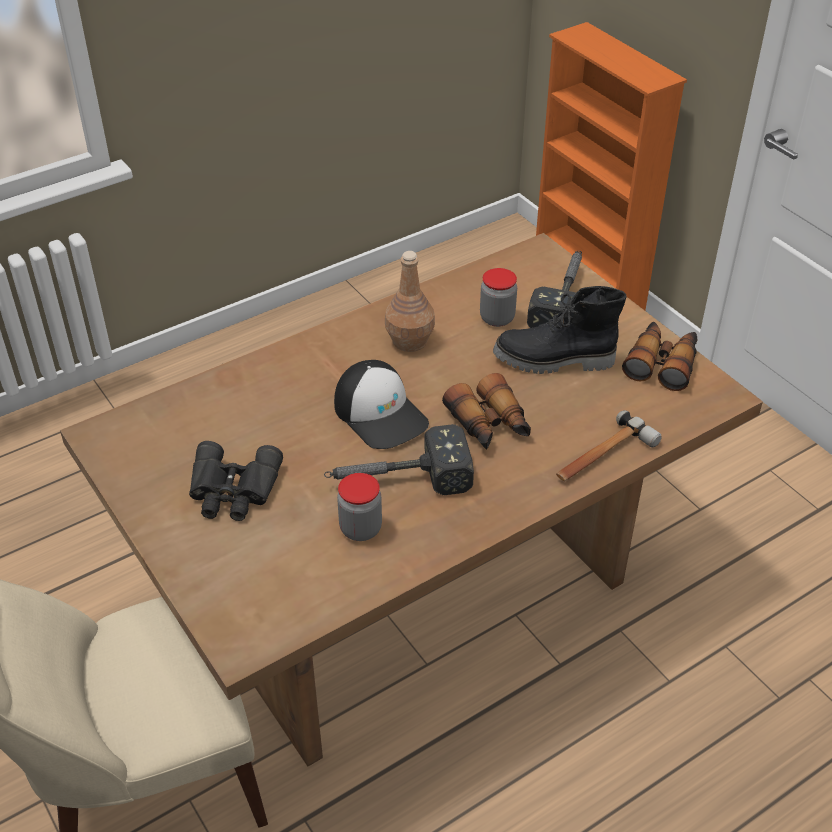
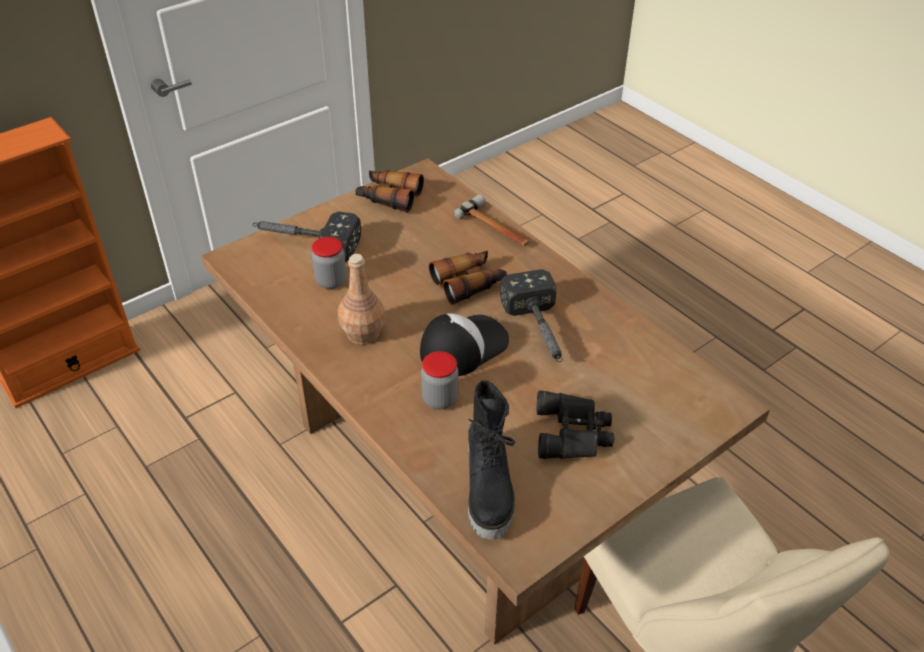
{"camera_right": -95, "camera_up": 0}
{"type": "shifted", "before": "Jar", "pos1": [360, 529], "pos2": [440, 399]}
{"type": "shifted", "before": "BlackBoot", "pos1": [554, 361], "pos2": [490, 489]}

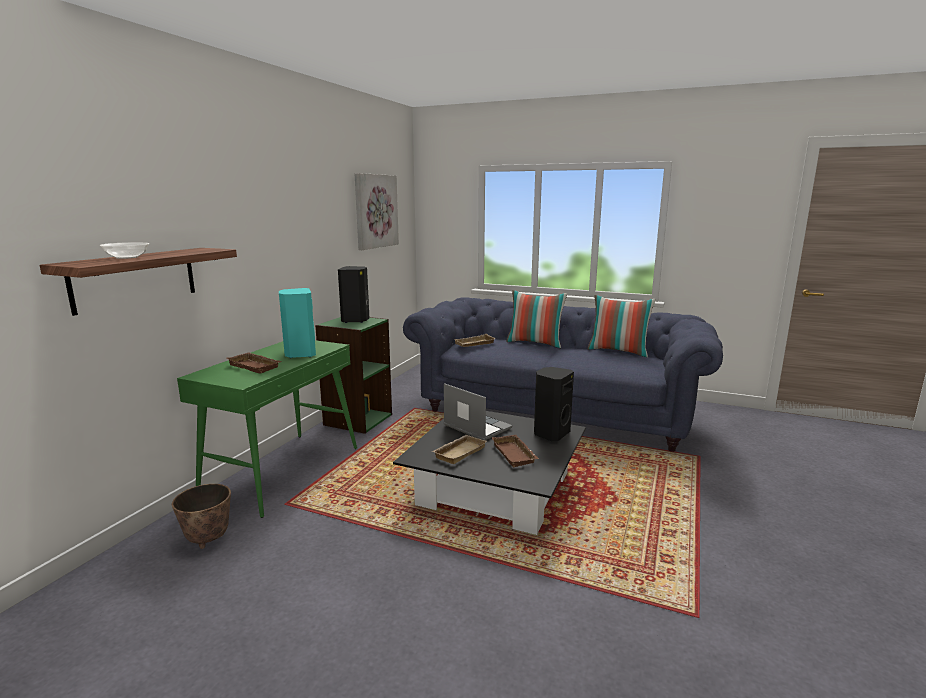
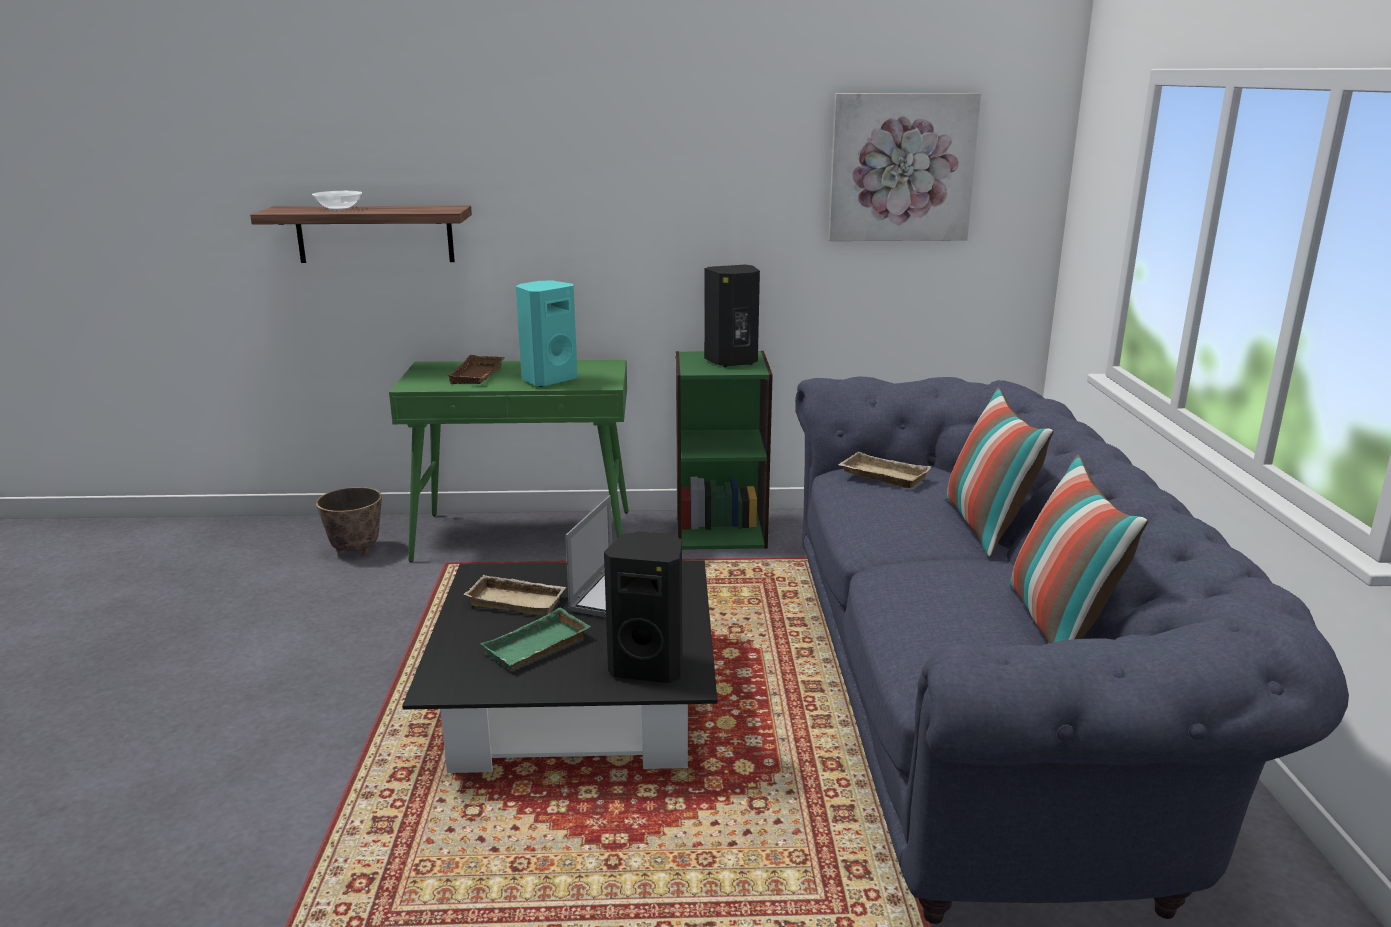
{"camera_right": 65, "camera_up": 5}
{"type": "repainted", "before": "BrownTray", "after": "GreenTray", "pos1": [515, 454], "pos2": [537, 648]}

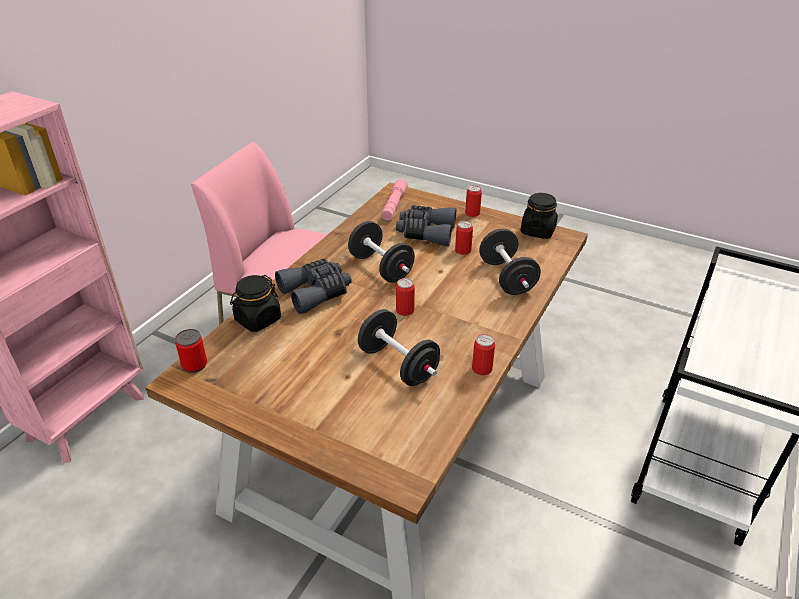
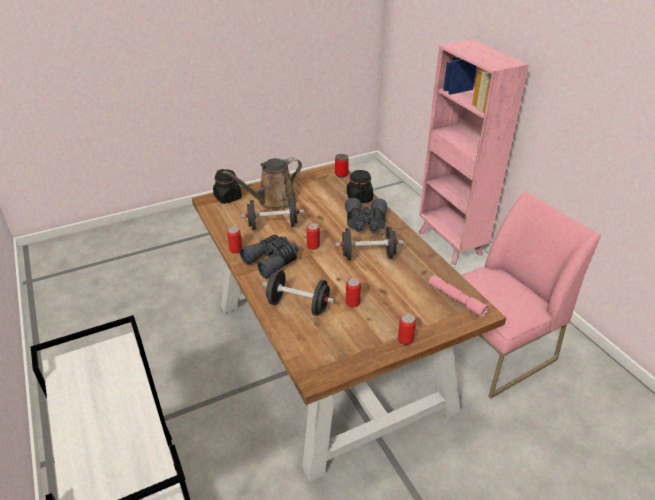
{"camera_right": 125, "camera_up": 0}
{"type": "shifted", "before": "GreyBinoculars", "pos1": [426, 233], "pos2": [272, 260]}
{"type": "shifted", "before": "BlackJar", "pos1": [537, 231], "pos2": [228, 197]}
{"type": "new", "after": "BrownWateringCan", "pos2": [273, 201]}

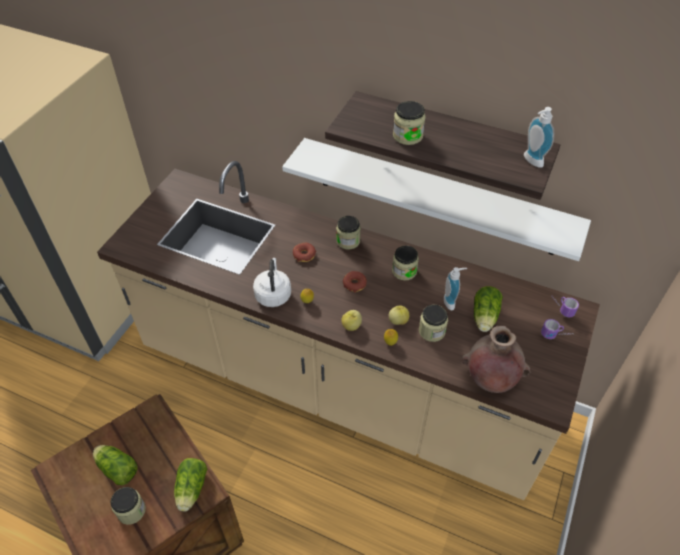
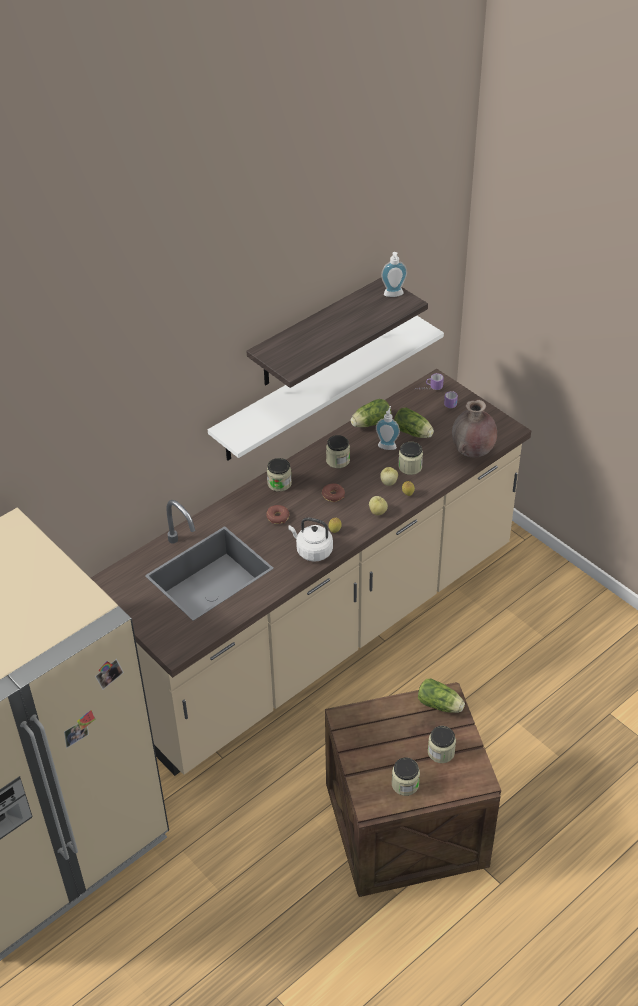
{"camera_right": -65, "camera_up": -5}
{"type": "shifted", "before": "Lettuce", "pos1": [116, 468], "pos2": [369, 423]}
{"type": "shifted", "before": "Jar", "pos1": [407, 136], "pos2": [405, 784]}

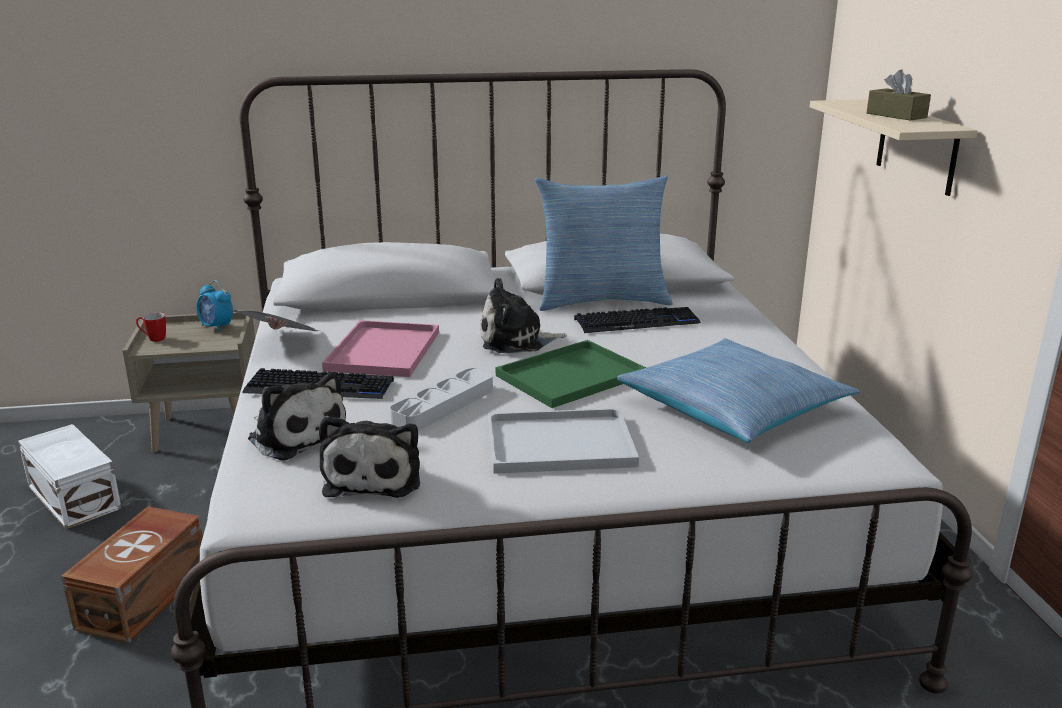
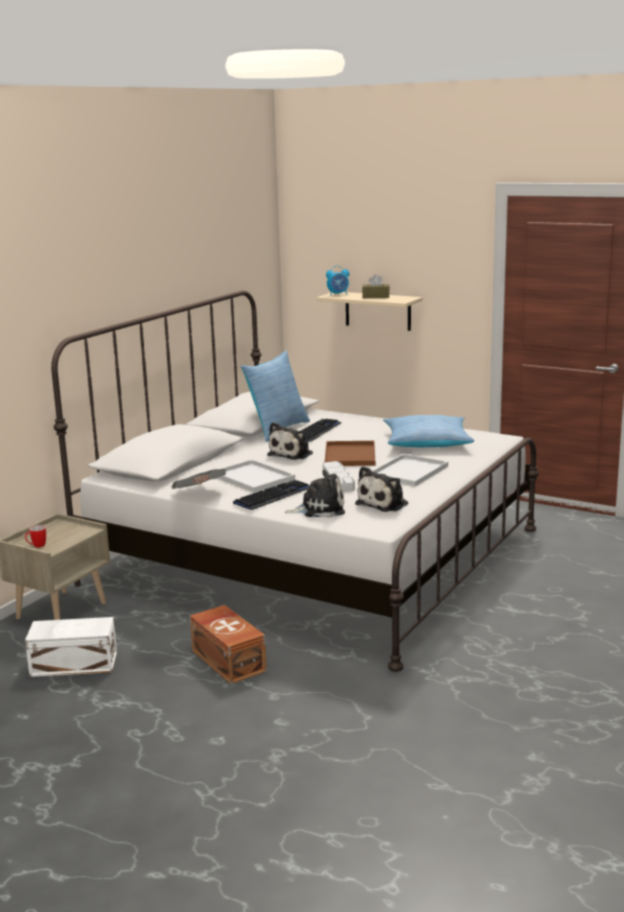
{"camera_right": -50, "camera_up": -5}
{"type": "shifted", "before": "AlarmClock", "pos1": [216, 327], "pos2": [338, 294]}
{"type": "rotated", "before": "PlushToy", "pos1": [374, 477], "pos2": [384, 503], "turn": 90}
{"type": "repainted", "before": "PinkTray", "after": "WhiteTray", "pos1": [384, 352], "pos2": [254, 478]}
{"type": "repainted", "before": "GreenTray", "after": "BrownTray", "pos1": [571, 374], "pos2": [349, 455]}

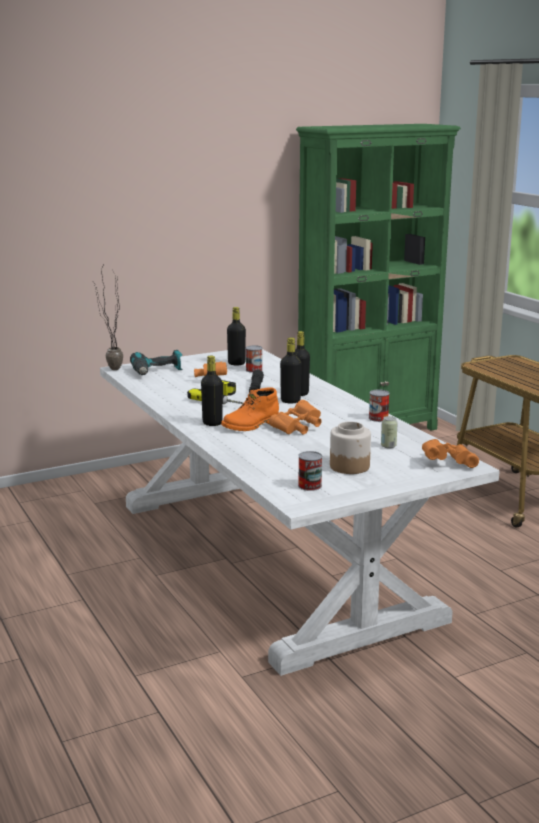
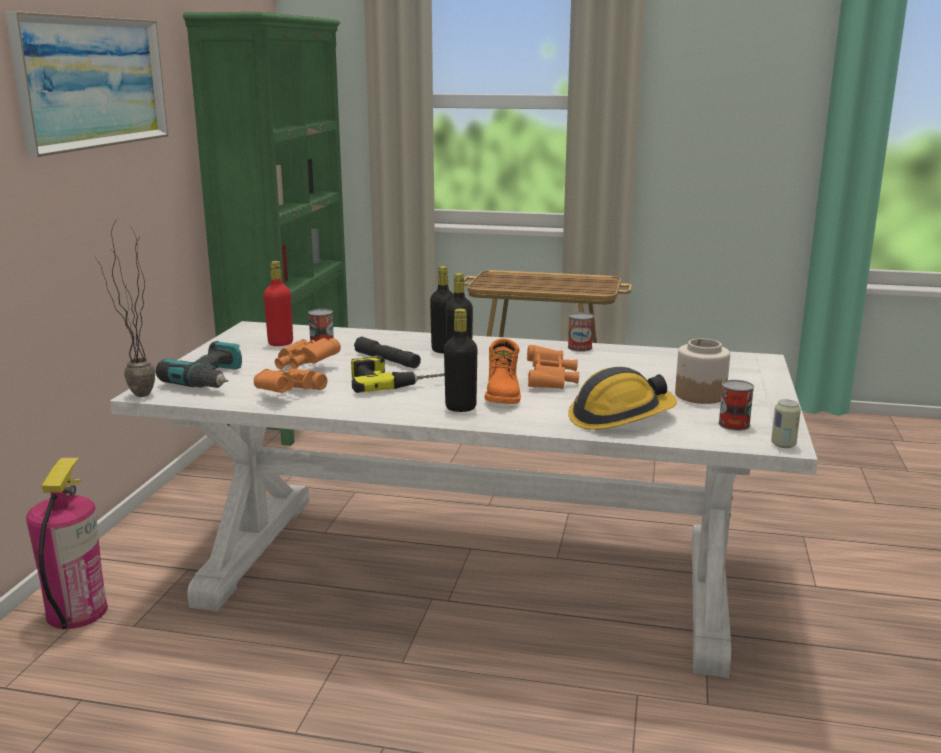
{"camera_right": -50, "camera_up": 0}
{"type": "repainted", "before": "BlackBottle", "after": "RedBottle", "pos1": [236, 363], "pos2": [280, 343]}
{"type": "shifted", "before": "Can", "pos1": [388, 446], "pos2": [783, 444]}
{"type": "shifted", "before": "OrangeBinoculars", "pos1": [447, 463], "pos2": [287, 394]}
{"type": "new", "after": "Picture", "pos2": [92, 82]}
{"type": "new", "after": "FireExtinguisher", "pos2": [76, 612]}
{"type": "new", "after": "HardHat", "pos2": [619, 417]}

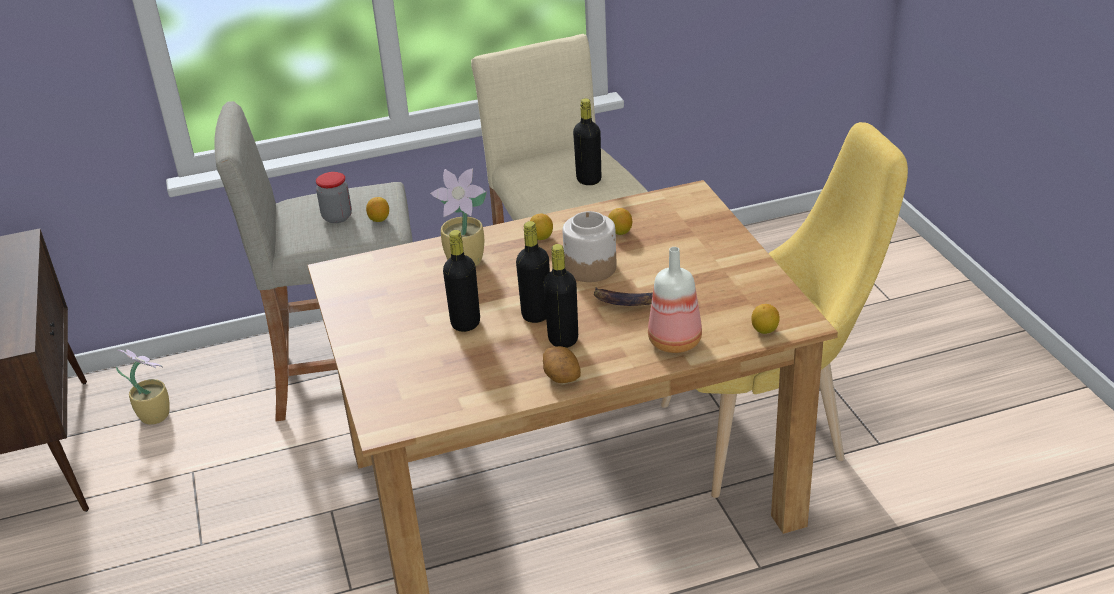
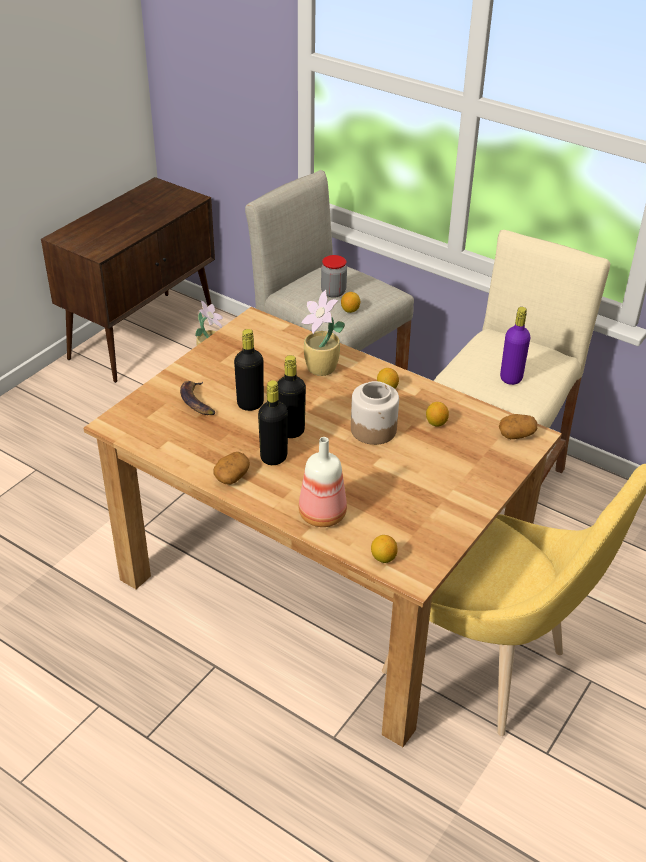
{"camera_right": 50, "camera_up": 5}
{"type": "repainted", "before": "BlackBottle", "after": "PurpleBottle", "pos1": [589, 180], "pos2": [511, 378]}
{"type": "shifted", "before": "Banana", "pos1": [624, 302], "pos2": [196, 401]}
{"type": "new", "after": "Potato", "pos2": [516, 434]}

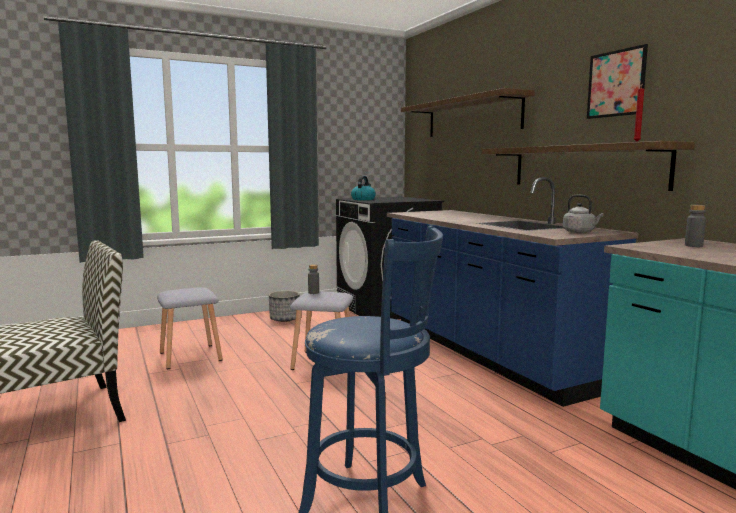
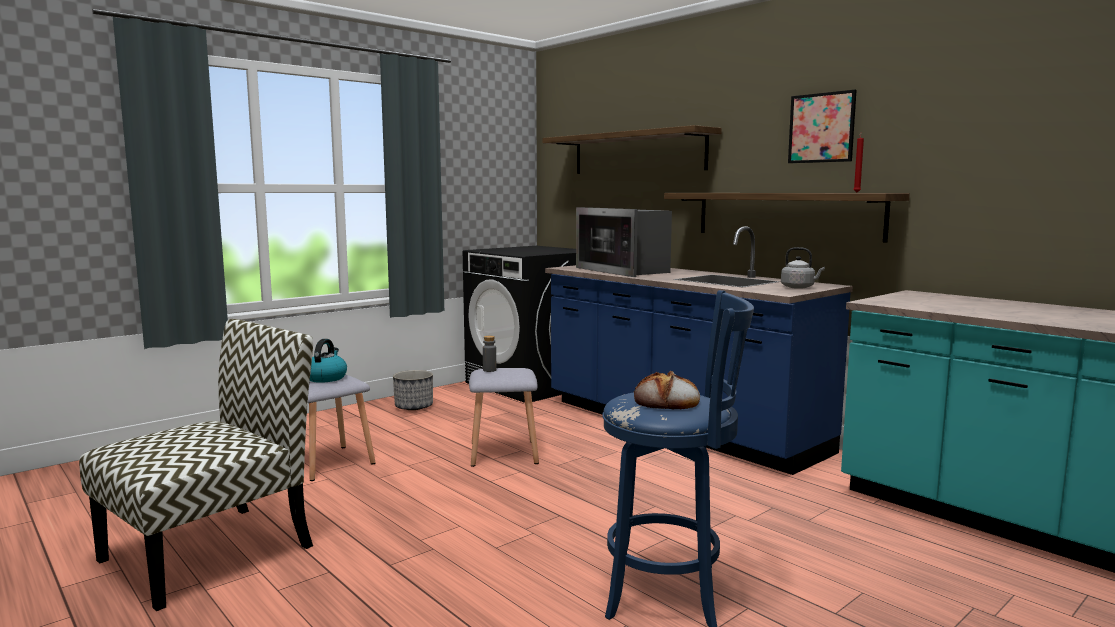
{"camera_right": -15, "camera_up": 0}
{"type": "shifted", "before": "Kettle", "pos1": [363, 199], "pos2": [326, 378]}
{"type": "gone", "before": "GreyBottle", "pos1": [693, 246]}
{"type": "new", "after": "Microwave", "pos2": [624, 270]}
{"type": "new", "after": "Bread", "pos2": [667, 401]}

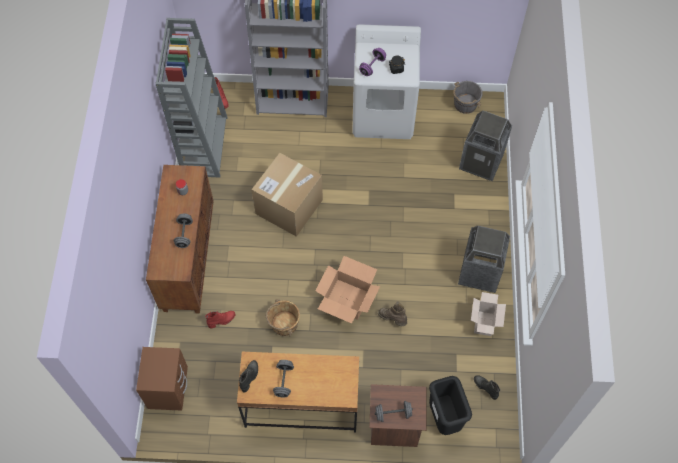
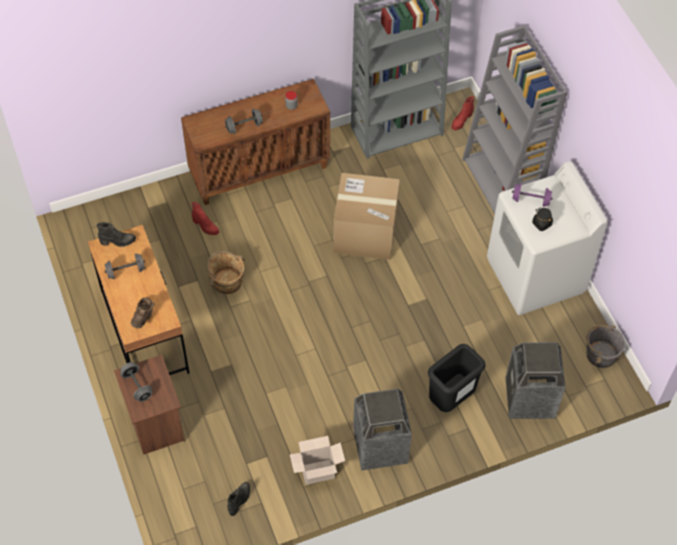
{"camera_right": 65, "camera_up": -5}
{"type": "gone", "before": "BrownNightstand", "pos1": [168, 388]}
{"type": "gone", "before": "CardboardBox", "pos1": [347, 299]}
{"type": "shifted", "before": "BrownBoot", "pos1": [393, 319], "pos2": [144, 318]}
{"type": "shifted", "before": "BlackTrashCan", "pos1": [445, 418], "pos2": [451, 400]}

